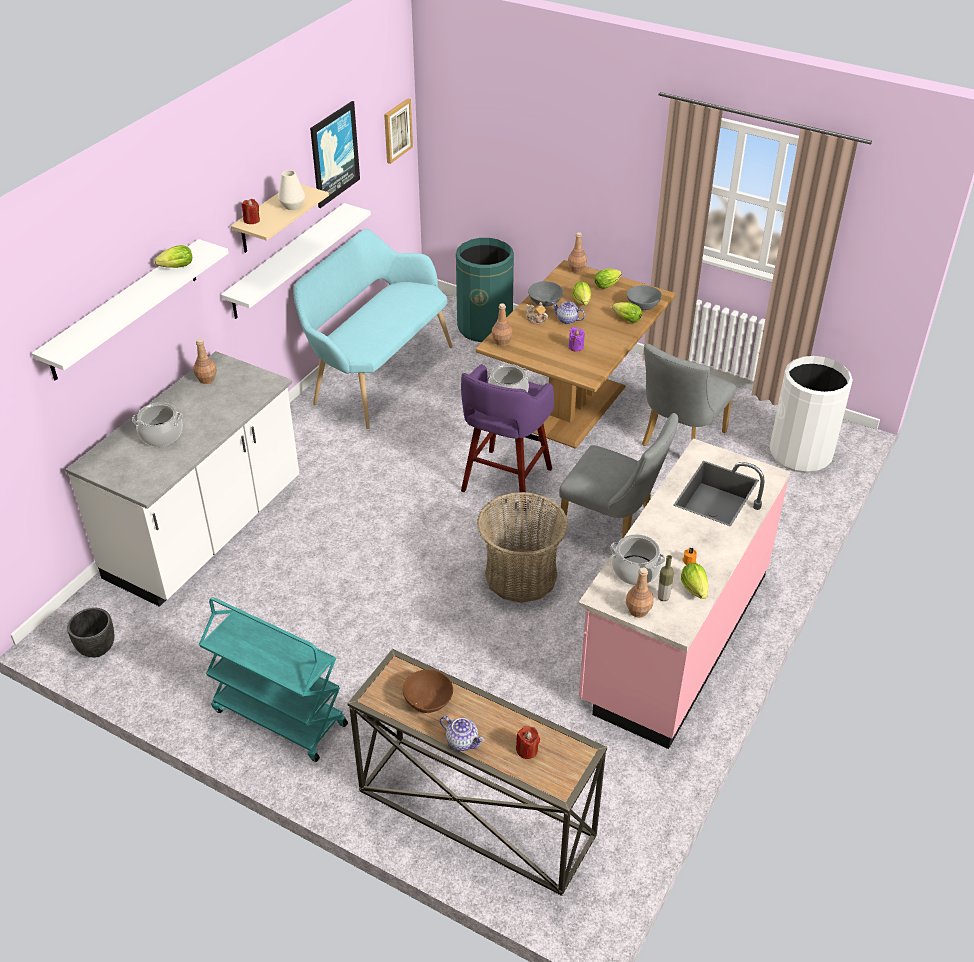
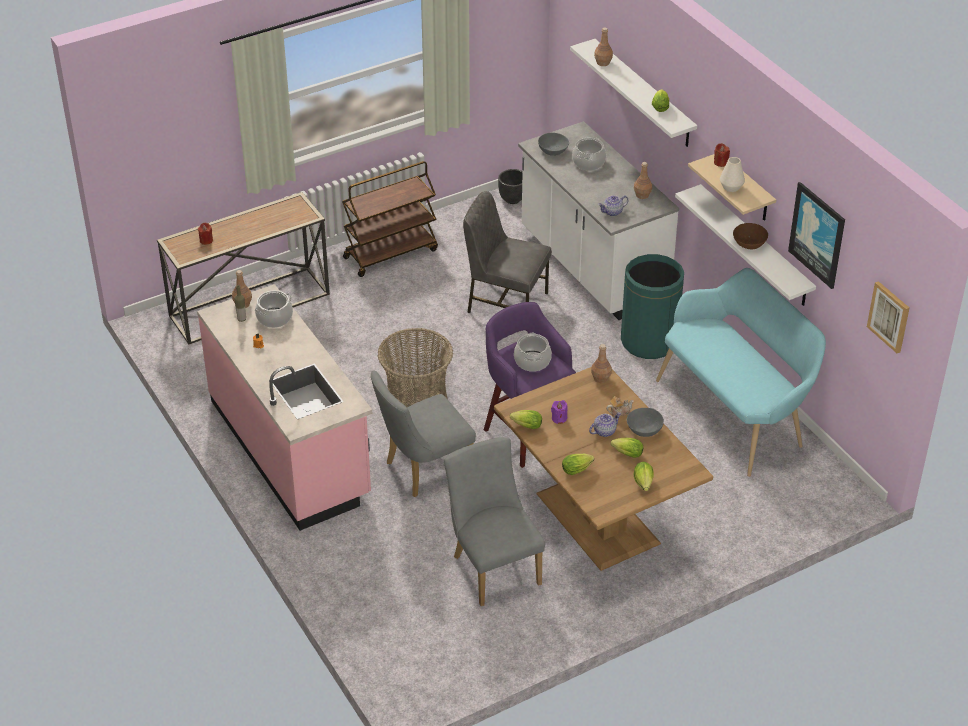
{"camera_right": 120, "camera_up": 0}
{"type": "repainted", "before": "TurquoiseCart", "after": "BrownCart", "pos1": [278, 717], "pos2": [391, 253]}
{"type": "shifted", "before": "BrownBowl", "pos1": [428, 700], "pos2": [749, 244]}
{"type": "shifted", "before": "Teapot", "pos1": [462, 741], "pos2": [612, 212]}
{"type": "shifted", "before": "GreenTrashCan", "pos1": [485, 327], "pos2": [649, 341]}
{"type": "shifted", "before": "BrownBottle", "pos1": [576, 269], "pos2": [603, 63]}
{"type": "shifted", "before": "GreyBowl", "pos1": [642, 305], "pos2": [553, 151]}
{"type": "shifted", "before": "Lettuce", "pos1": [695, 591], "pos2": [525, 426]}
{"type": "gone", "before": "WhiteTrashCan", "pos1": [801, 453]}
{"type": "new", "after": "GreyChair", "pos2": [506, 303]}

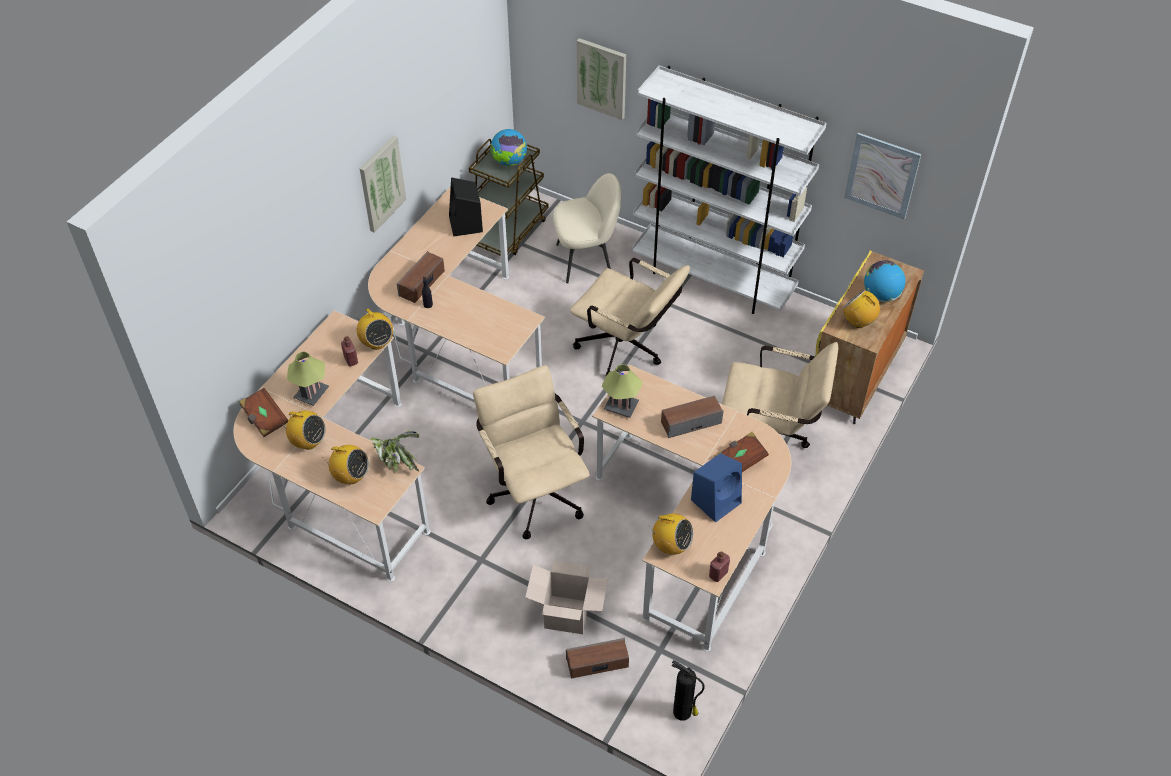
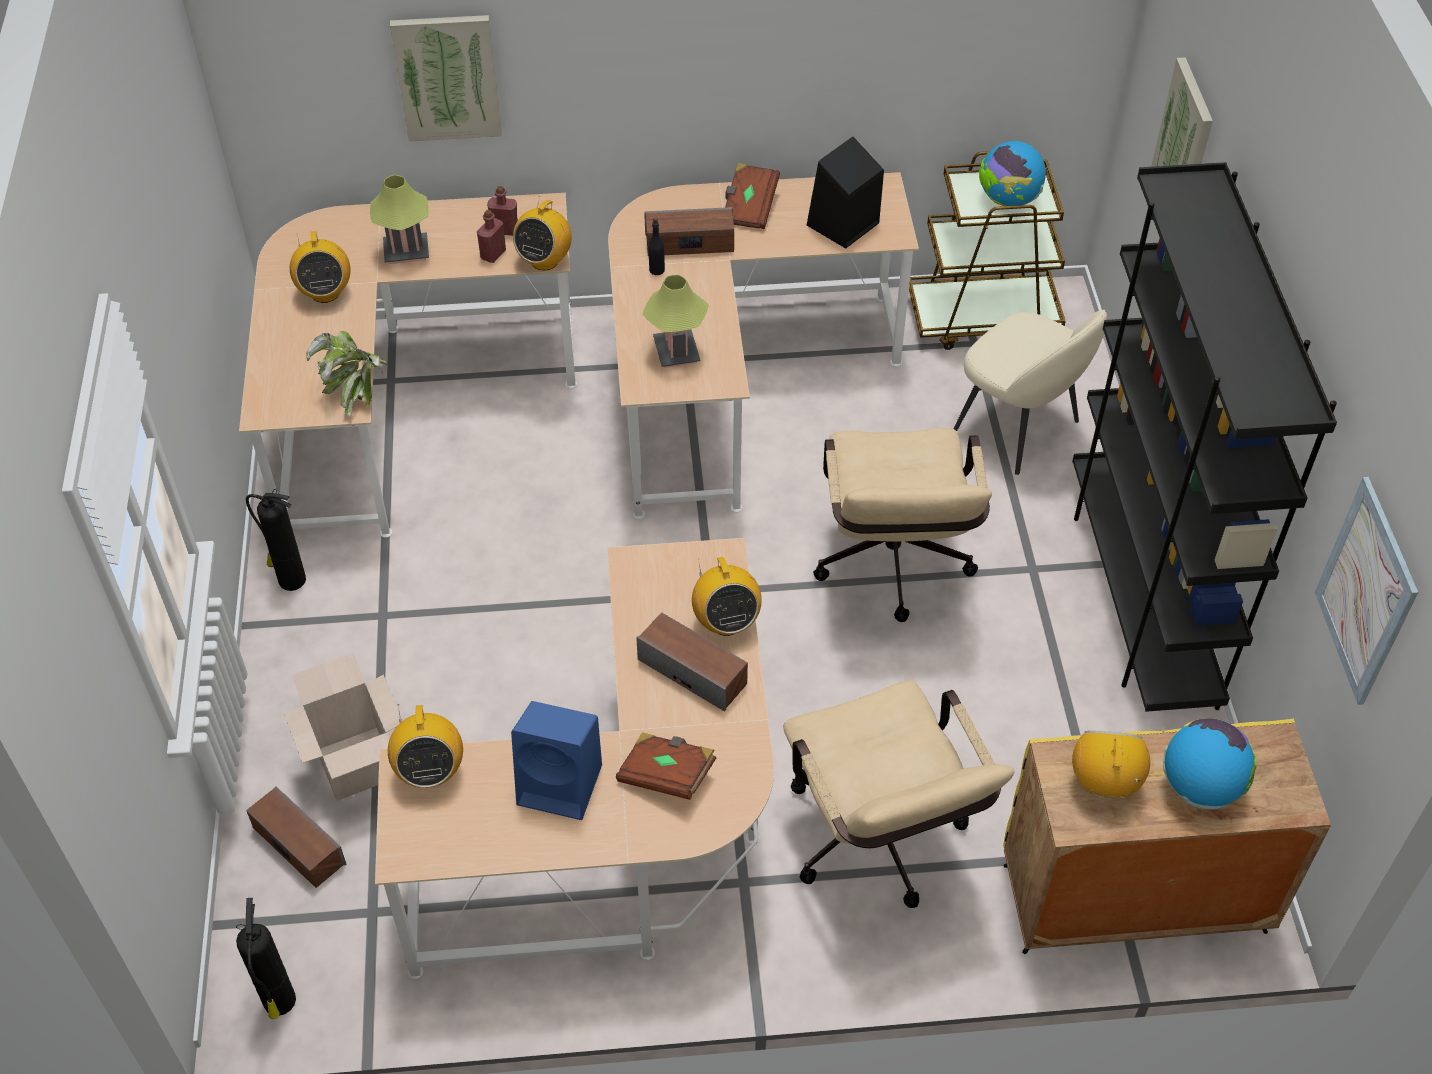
{"camera_right": 55, "camera_up": 0}
{"type": "shifted", "before": "BrownBook", "pos1": [264, 419], "pos2": [749, 207]}
{"type": "shifted", "before": "Radio", "pos1": [351, 476], "pos2": [726, 622]}
{"type": "shifted", "before": "Picture", "pos1": [381, 183], "pos2": [447, 77]}
{"type": "gone", "before": "BeigeOfficeChair", "pos1": [534, 490]}
{"type": "shifted", "before": "TableLamp", "pos1": [621, 406], "pos2": [676, 352]}
{"type": "repainted", "before": "WhiteBookcase", "after": "BlackBookcase", "pos1": [713, 279], "pos2": [1140, 597]}
{"type": "shifted", "before": "RedBottle", "pos1": [718, 574], "pos2": [505, 230]}
{"type": "new", "after": "FireExtinguisher", "pos2": [290, 580]}

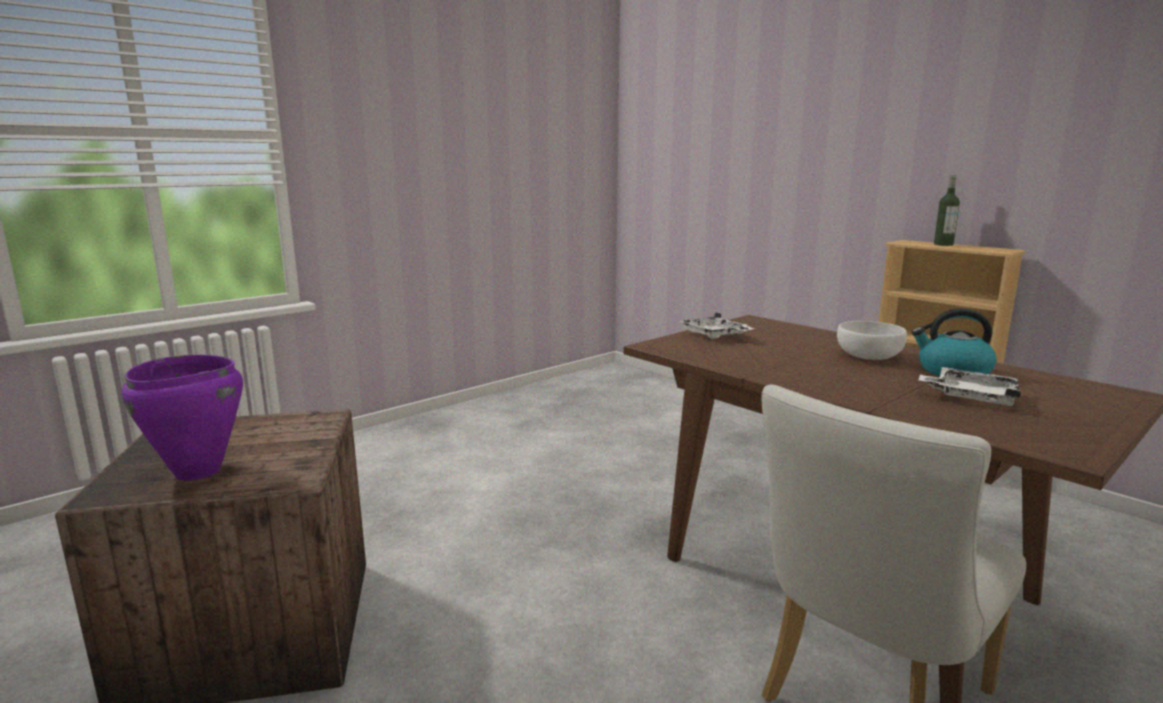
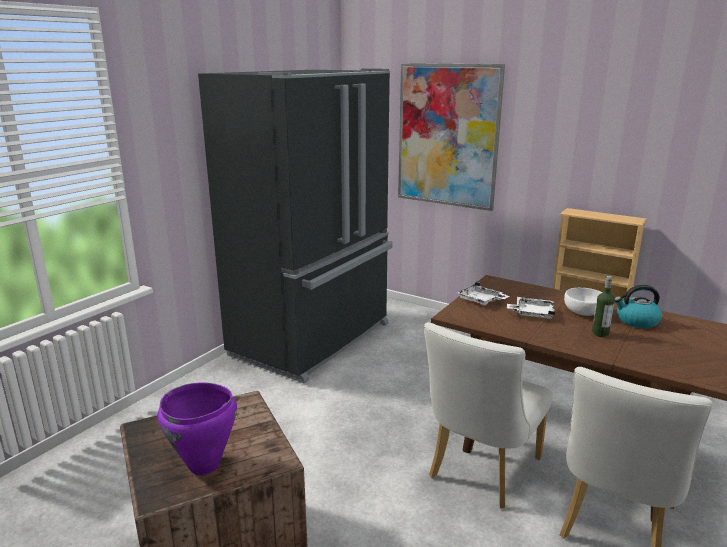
{"camera_right": -15, "camera_up": 5}
{"type": "shifted", "before": "WhiteTray", "pos1": [970, 397], "pos2": [532, 313]}
{"type": "shifted", "before": "Bottle", "pos1": [943, 244], "pos2": [600, 333]}
{"type": "new", "after": "BlackFridge", "pos2": [314, 340]}
{"type": "new", "after": "Picture", "pos2": [447, 136]}
{"type": "new", "after": "WhiteChair", "pos2": [480, 472]}

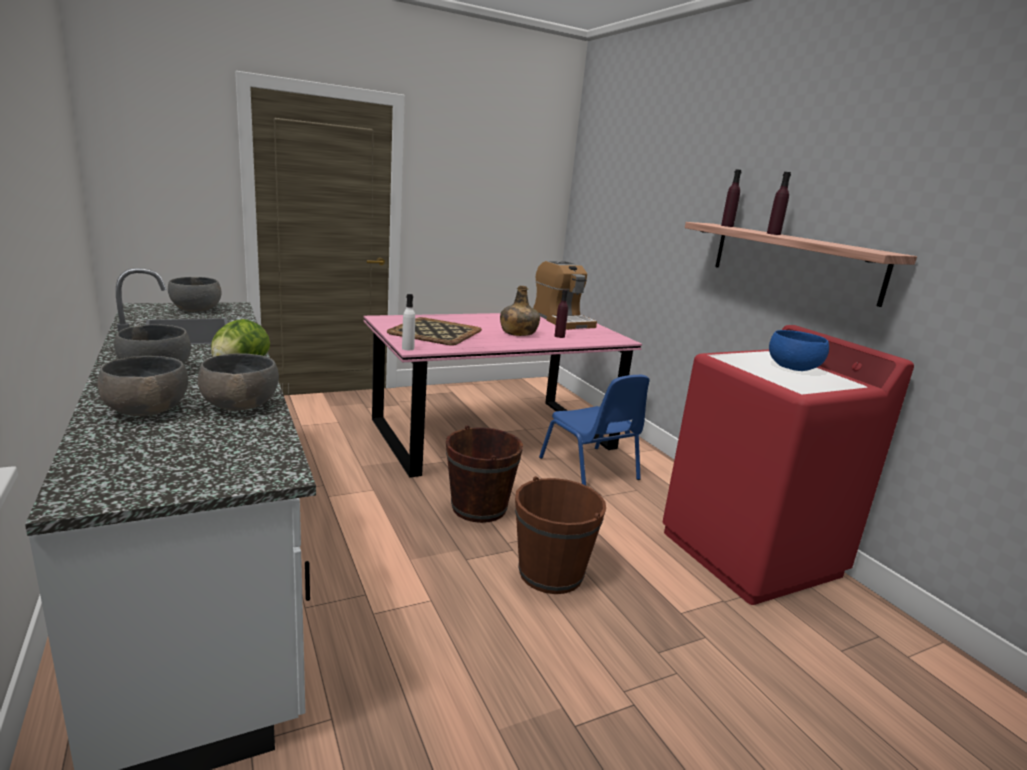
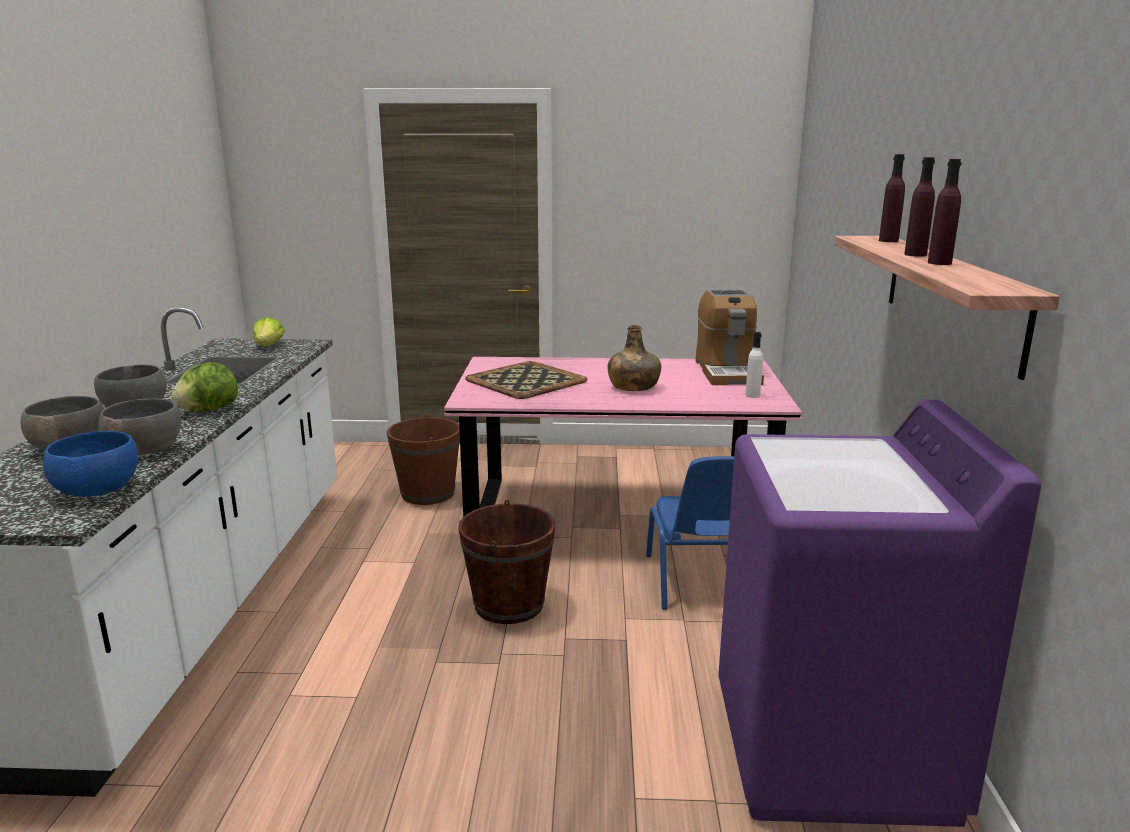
{"camera_right": 30, "camera_up": 0}
{"type": "swapped", "before": "GreyBowl", "after": "Lettuce", "pos1": [196, 309], "pos2": [269, 346]}
{"type": "shifted", "before": "WhiteBottle", "pos1": [408, 348], "pos2": [752, 395]}
{"type": "shifted", "before": "BrownBucket", "pos1": [550, 573], "pos2": [427, 493]}
{"type": "shifted", "before": "PurpleBottle", "pos1": [559, 336], "pos2": [939, 263]}
{"type": "repainted", "before": "RedWashingMachine", "after": "PurpleWashingMachine", "pos1": [750, 554], "pos2": [831, 750]}
{"type": "shifted", "before": "BlueBowl", "pos1": [793, 367], "pos2": [97, 490]}

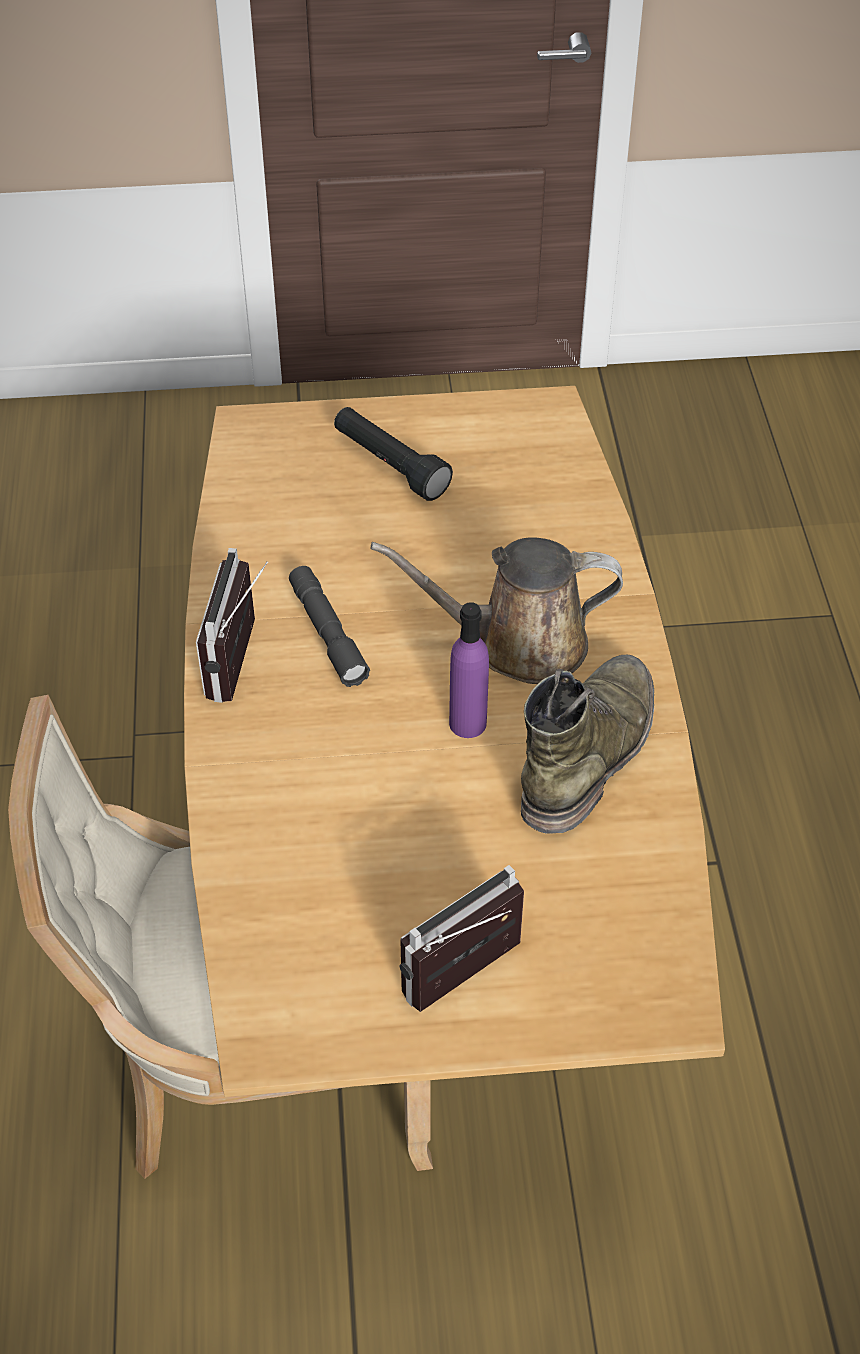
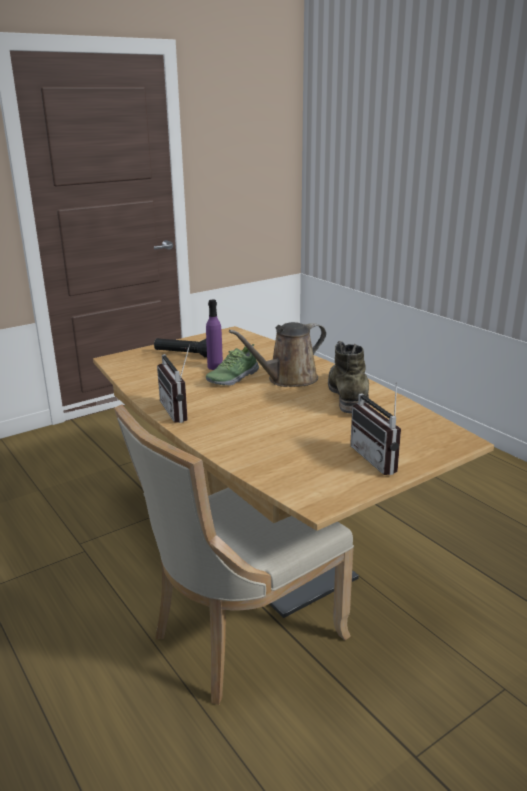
{"camera_right": -30, "camera_up": -25}
{"type": "gone", "before": "GreyFlashlight", "pos1": [327, 634]}
{"type": "rotated", "before": "Radio", "pos1": [470, 981], "pos2": [380, 459], "turn": -45}
{"type": "shifted", "before": "PurpleBottle", "pos1": [467, 723], "pos2": [215, 367]}
{"type": "new", "after": "Shoe", "pos2": [232, 377]}

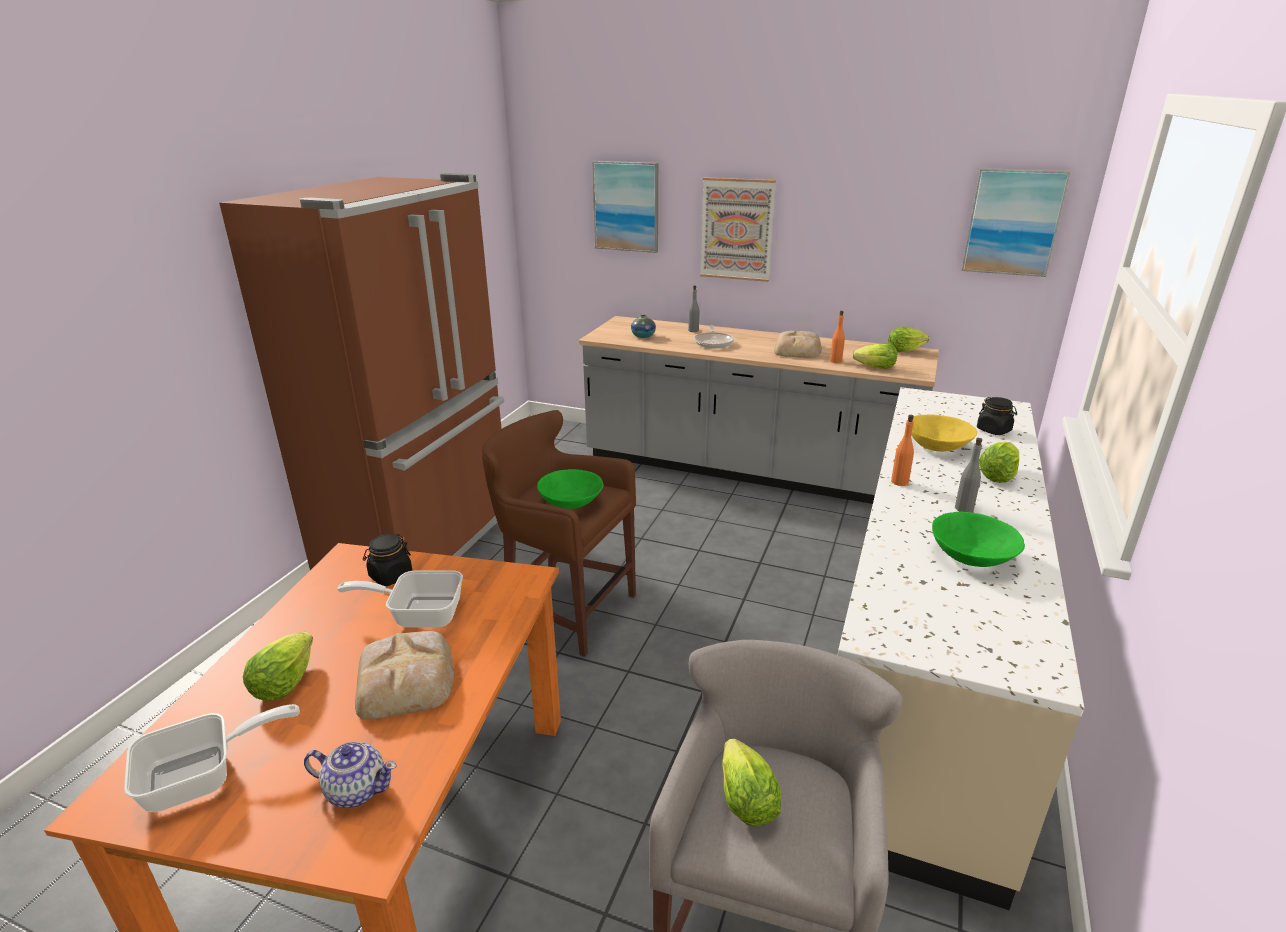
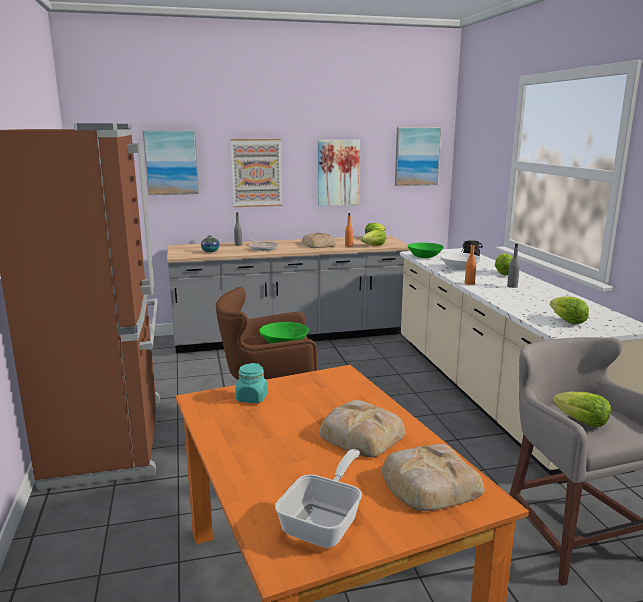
{"camera_right": -35, "camera_up": -10}
{"type": "shifted", "before": "Lettuce", "pos1": [284, 684], "pos2": [567, 321]}
{"type": "swapped", "before": "Teapot", "after": "Bread", "pos1": [356, 789], "pos2": [428, 484]}
{"type": "gone", "before": "FryingPan", "pos1": [419, 614]}
{"type": "repainted", "before": "BlackJar", "after": "TurquoiseJar", "pos1": [390, 576], "pos2": [252, 398]}
{"type": "repainted", "before": "YellowBowl", "after": "WhiteBowl", "pos1": [937, 446], "pos2": [459, 268]}
{"type": "shifted", "before": "GreenBowl", "pos1": [971, 557], "pos2": [425, 257]}
{"type": "new", "after": "Picture", "pos2": [338, 172]}

